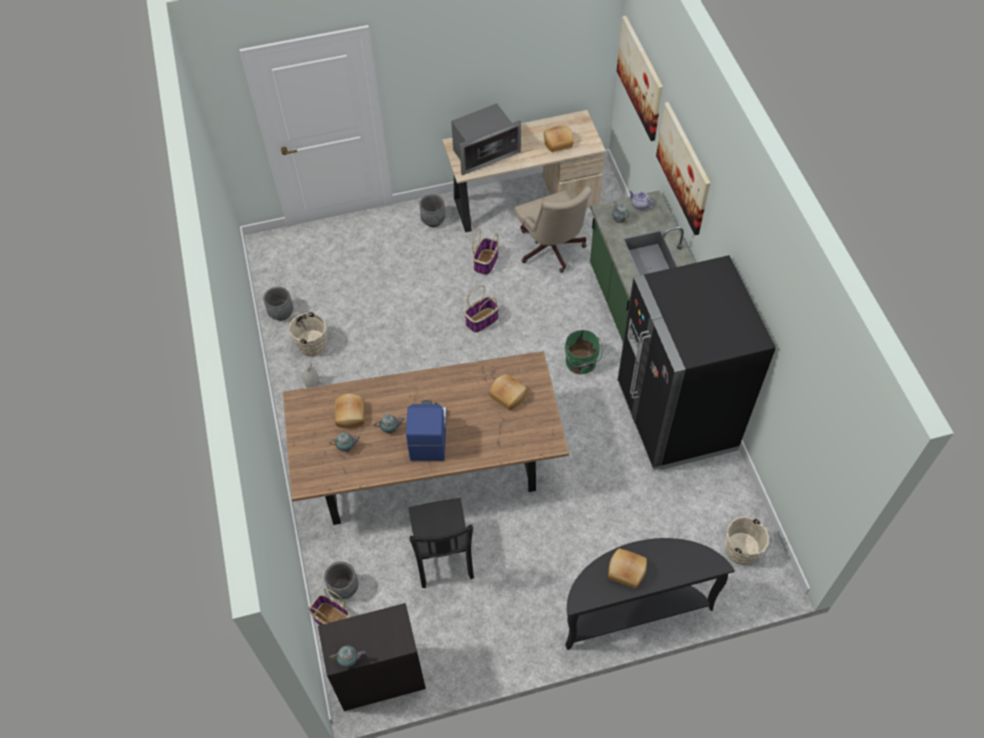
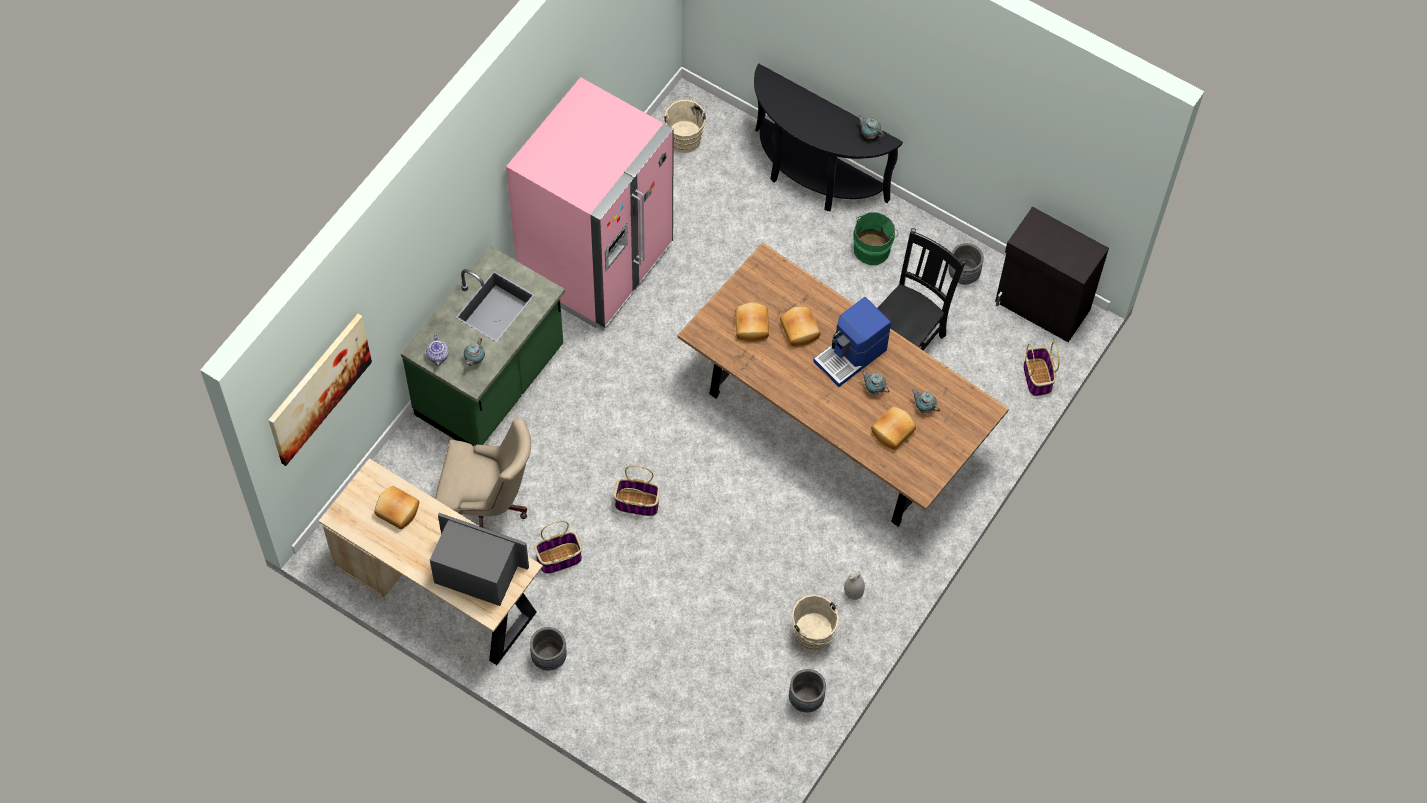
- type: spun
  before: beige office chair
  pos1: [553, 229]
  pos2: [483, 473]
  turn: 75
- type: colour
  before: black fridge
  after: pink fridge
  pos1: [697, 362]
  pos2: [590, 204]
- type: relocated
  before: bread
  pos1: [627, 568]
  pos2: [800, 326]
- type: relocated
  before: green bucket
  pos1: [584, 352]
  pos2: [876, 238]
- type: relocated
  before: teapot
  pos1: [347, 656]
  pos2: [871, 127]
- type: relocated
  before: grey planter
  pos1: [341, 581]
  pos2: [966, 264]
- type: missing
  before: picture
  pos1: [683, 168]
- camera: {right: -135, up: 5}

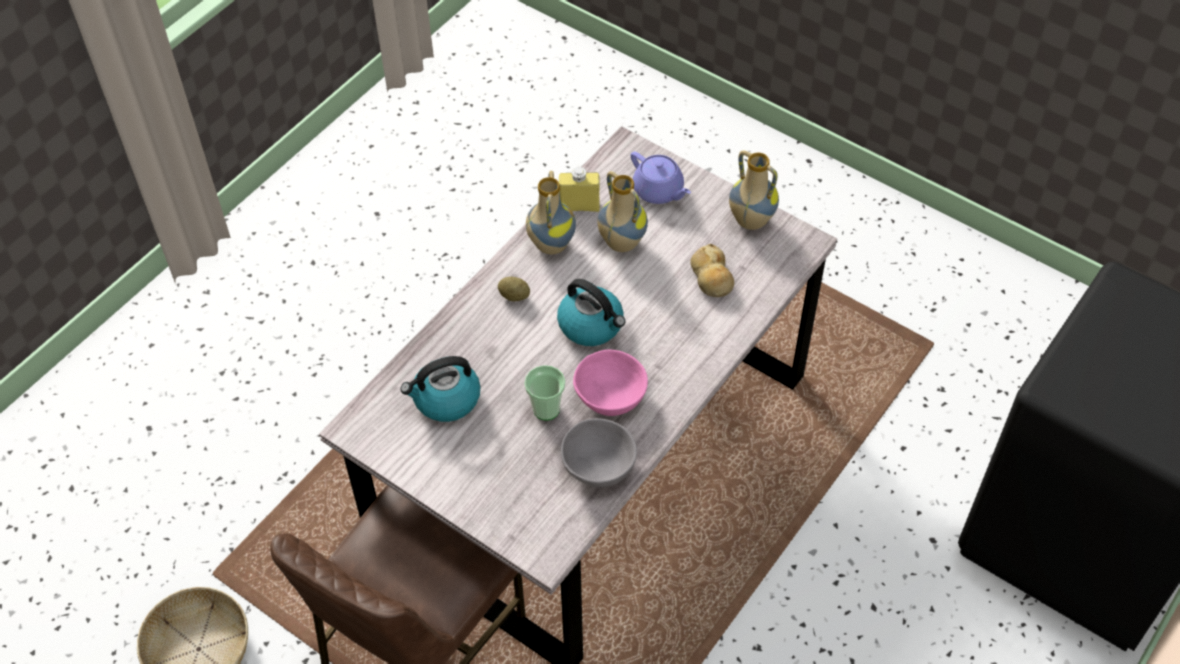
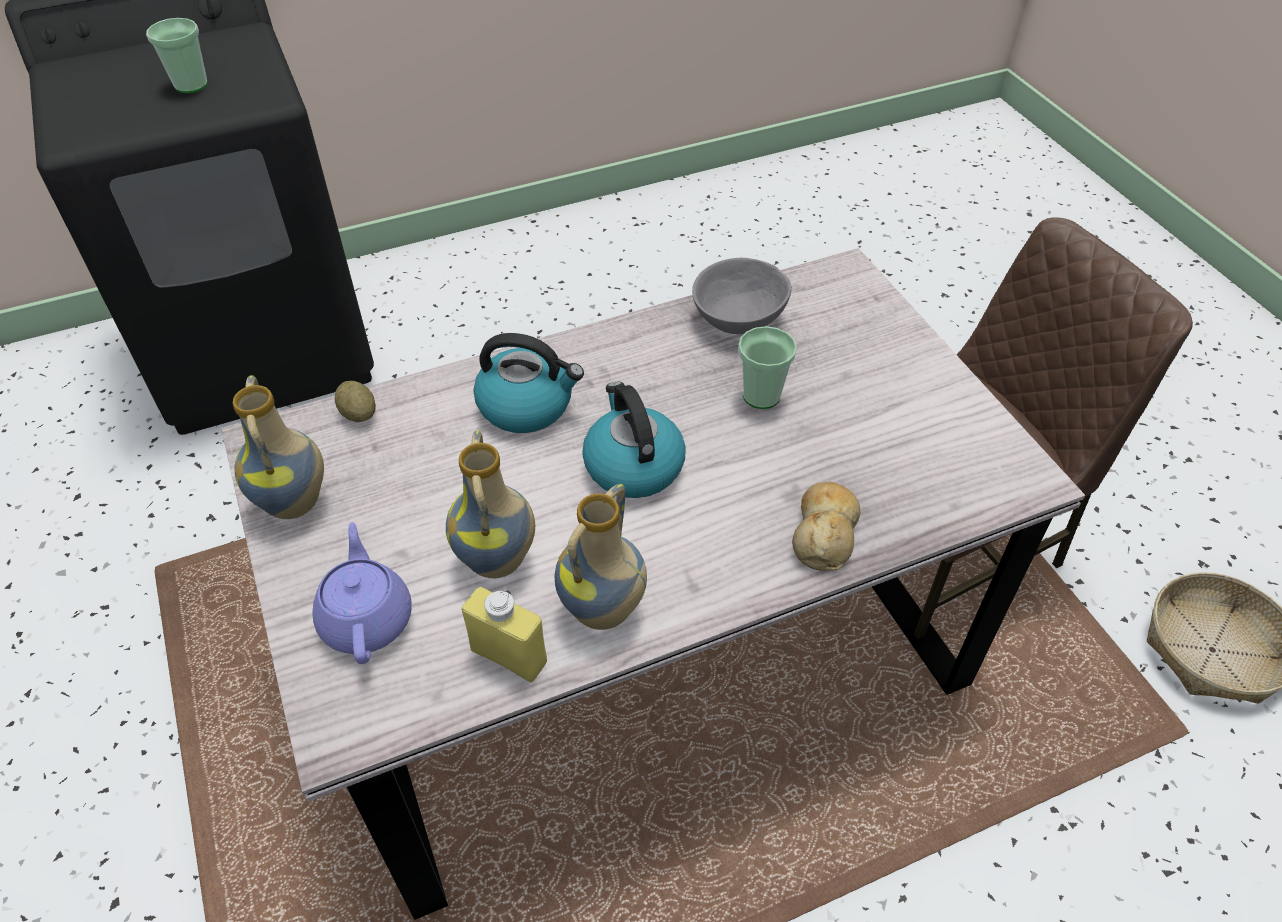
- type: appeared
  after: cup
  pos2: [177, 55]
- type: relocated
  before: potato
  pos1: [514, 289]
  pos2: [355, 401]
- type: relocated
  before: kettle
  pos1: [440, 389]
  pos2: [528, 383]
- type: relocated
  before: bread
  pos1: [712, 270]
  pos2: [826, 526]
- type: missing
  before: pink bowl
  pos1: [610, 383]
- camera: {right: -150, up: -5}

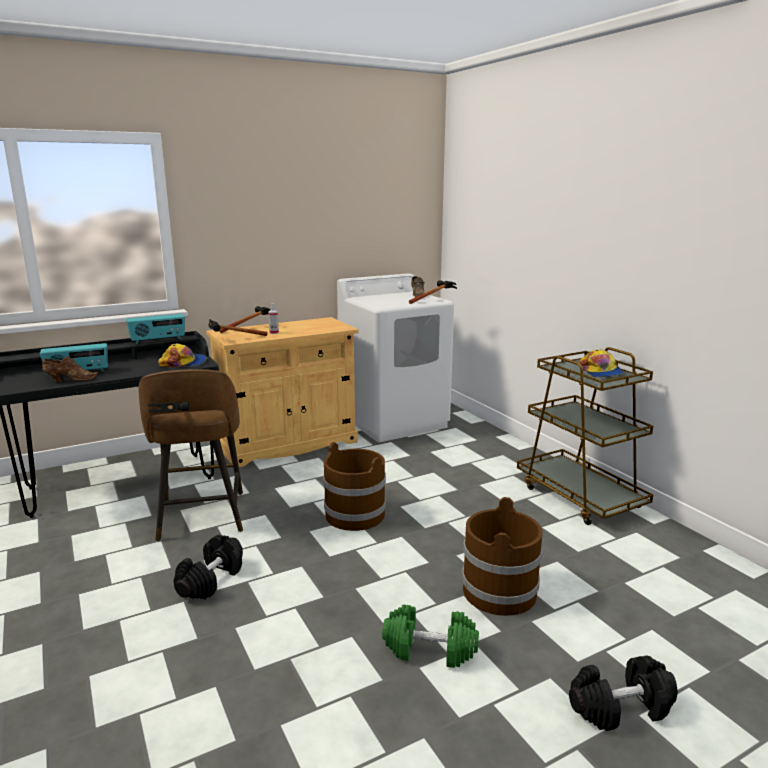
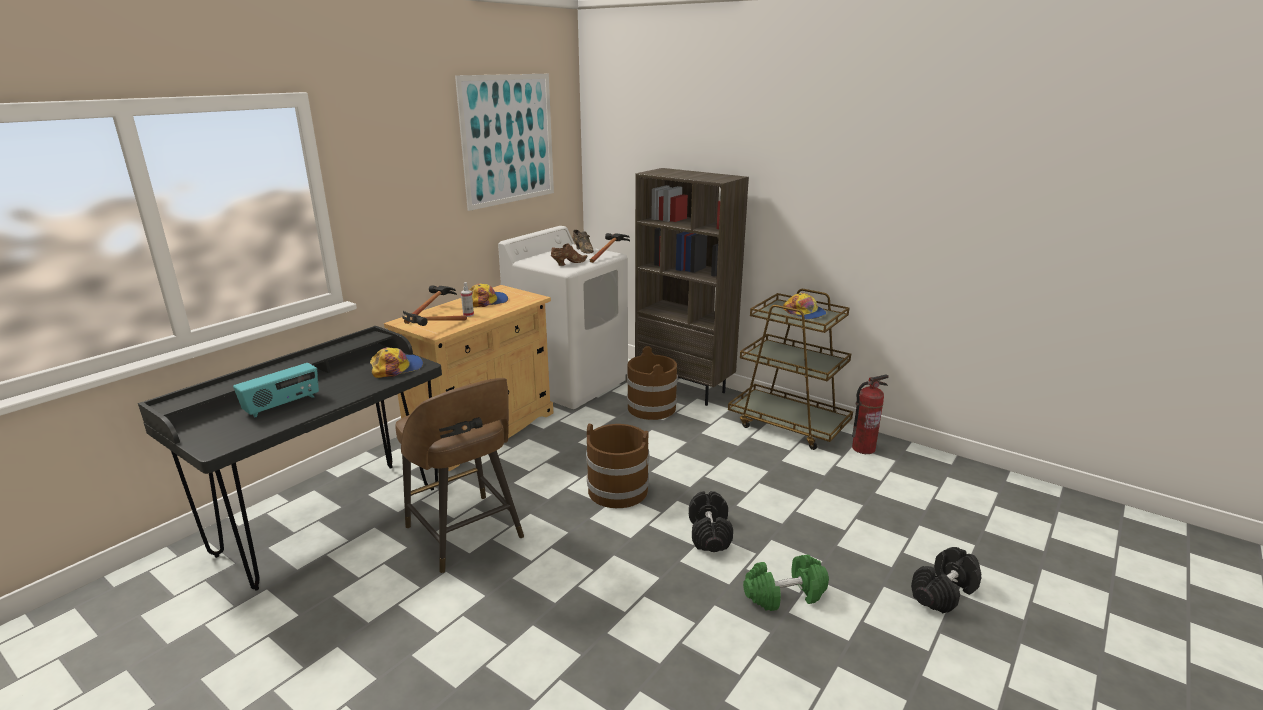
- type: appeared
  after: picture
  pos2: [504, 142]
- type: appeared
  after: cap
  pos2: [489, 295]
- type: relocated
  before: brown shoe
  pos1: [70, 369]
  pos2: [569, 254]
- type: relocated
  before: brown bucket
  pos1: [502, 556]
  pos2: [652, 383]
- type: appeared
  after: brown bookcase
  pos2: [692, 287]
- type: relocated
  before: black dumbbell
  pos1: [208, 566]
  pos2: [711, 521]
- type: appeared
  after: fire extinguisher
  pos2: [870, 414]
- type: missing
  before: radio
  pos1: [155, 329]
- camera: {right: -25, up: 5}

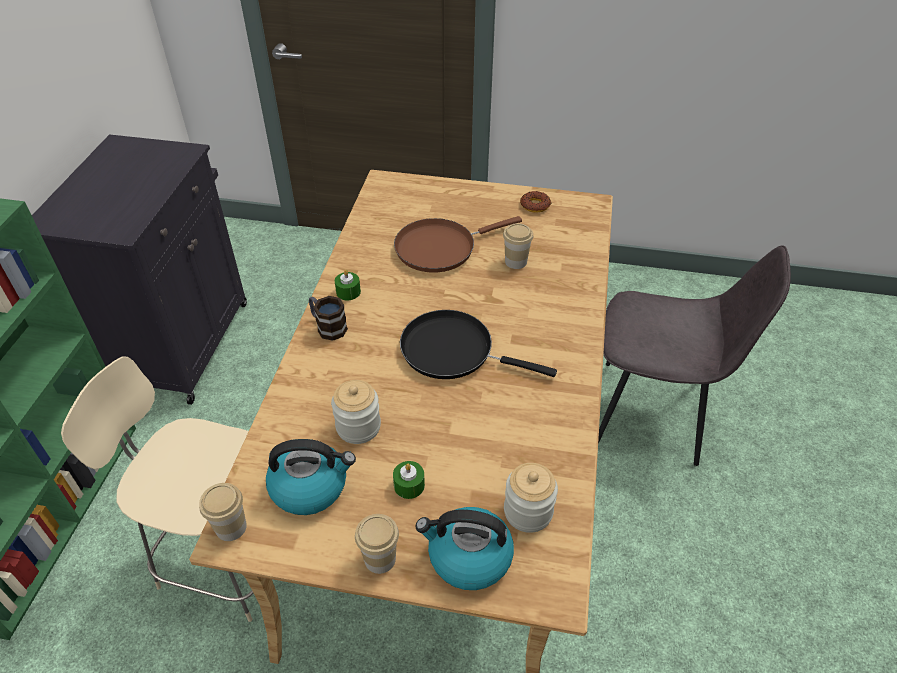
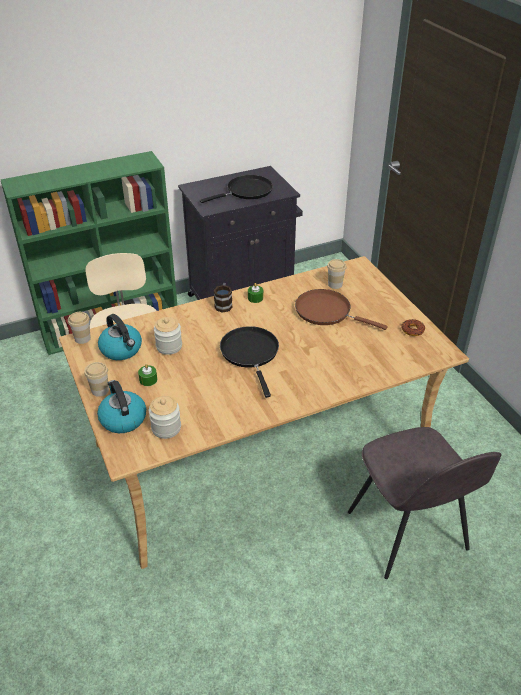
- type: appeared
  after: black frying pan
  pos2: [236, 189]
- type: relocated
  before: cup
  pos1: [518, 246]
  pos2: [337, 274]
- camera: {right: 55, up: -5}

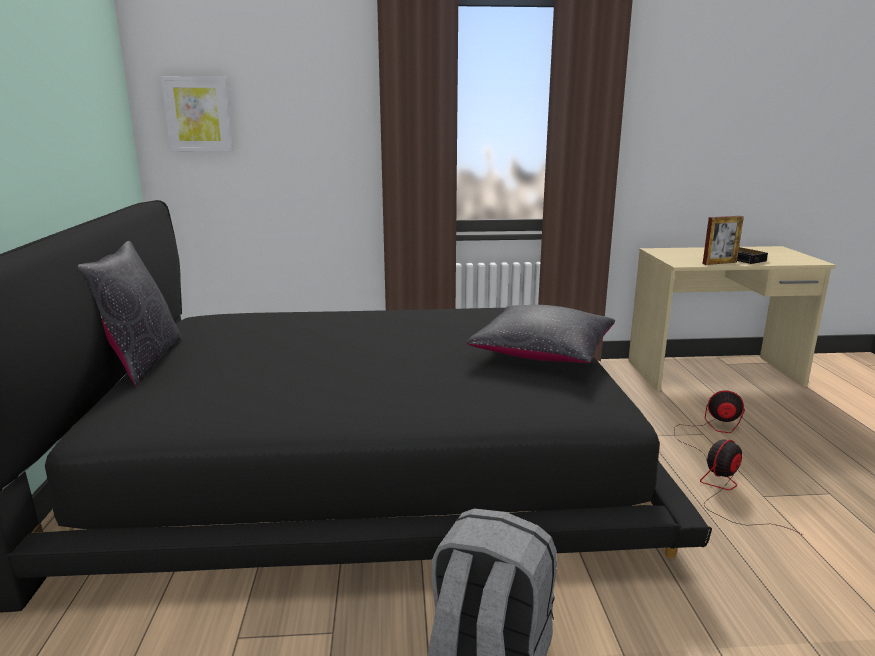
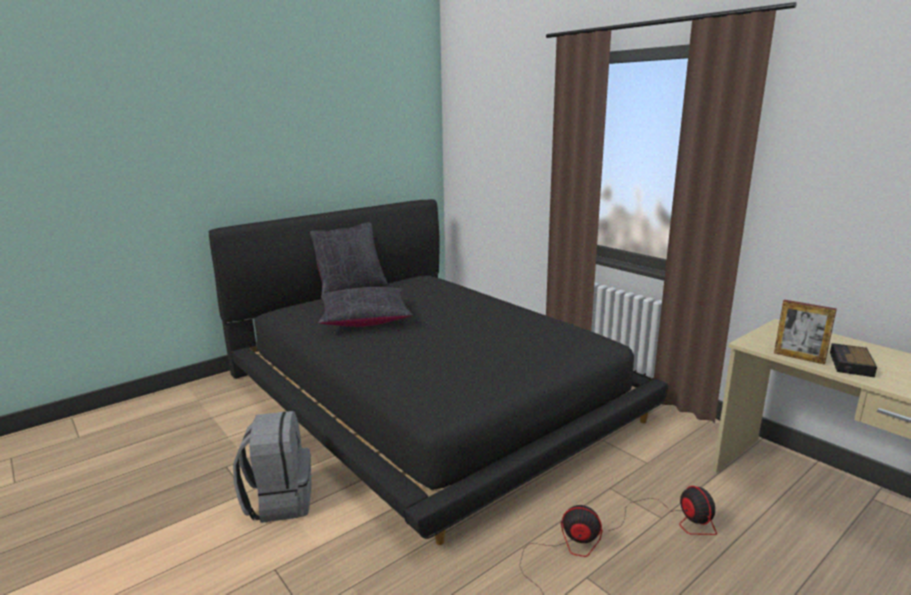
- type: relocated
  before: black pillow
  pos1: [540, 334]
  pos2: [365, 307]
- type: missing
  before: picture
  pos1: [197, 114]
- camera: {right: 55, up: 0}

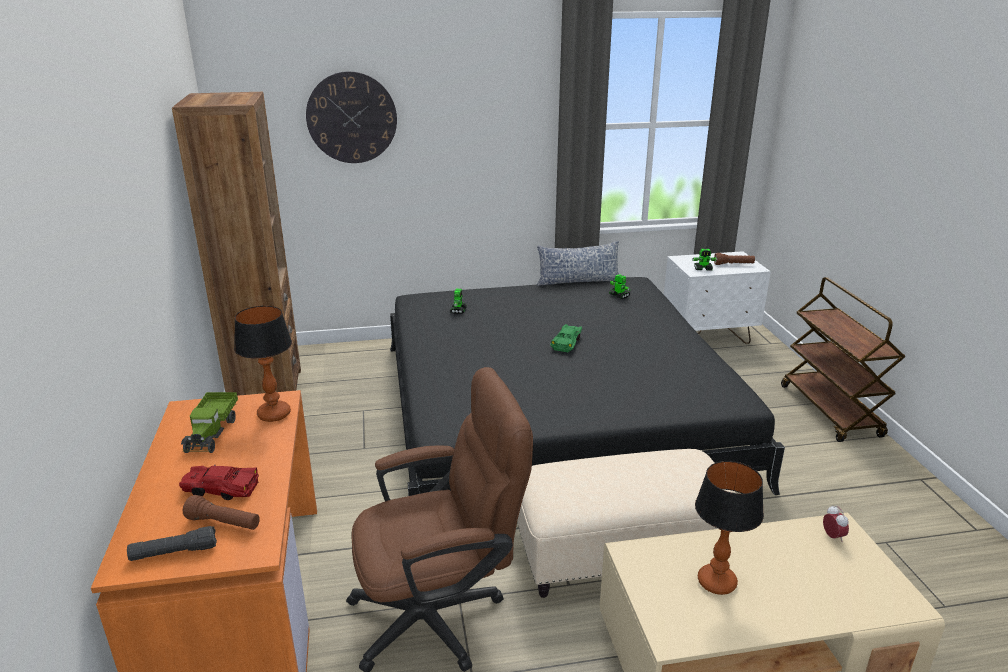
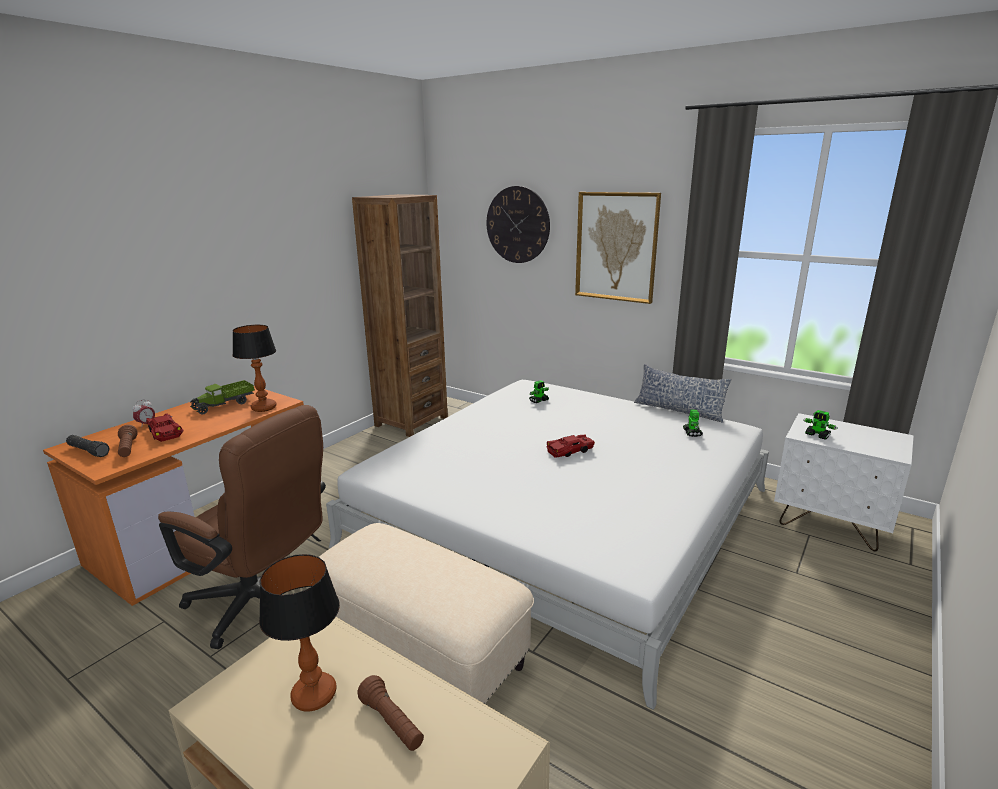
- type: relocated
  before: alarm clock
  pos1: [836, 523]
  pos2: [143, 412]
- type: colour
  before: black bed
  after: white bed
  pos1: [587, 386]
  pos2: [547, 545]
- type: relocated
  before: brown flashlight
  pos1: [734, 259]
  pos2: [390, 713]
- type: colour
  before: green toy car
  after: red toy car
  pos1: [566, 338]
  pos2: [570, 446]
- type: appeared
  after: picture
  pos2: [618, 248]
- type: missing
  before: brown cart
  pos1: [843, 359]
- camera: {right: 45, up: -5}

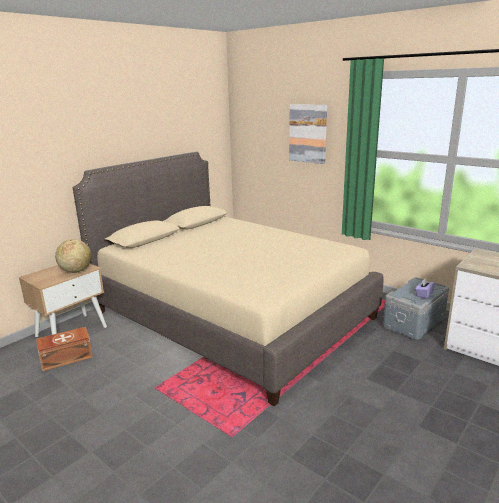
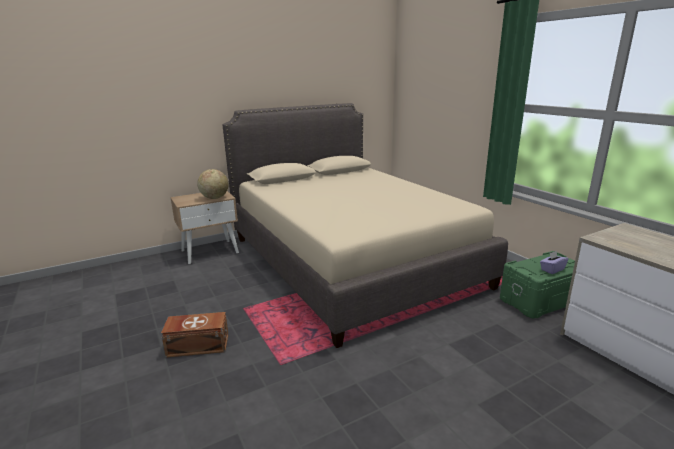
- type: relocated
  before: brown storage box
  pos1: [64, 349]
  pos2: [194, 335]
- type: colour
  before: grey storage box
  after: green storage box
  pos1: [416, 308]
  pos2: [537, 284]
- type: missing
  before: picture
  pos1: [308, 134]
- camera: {right: 20, up: 0}

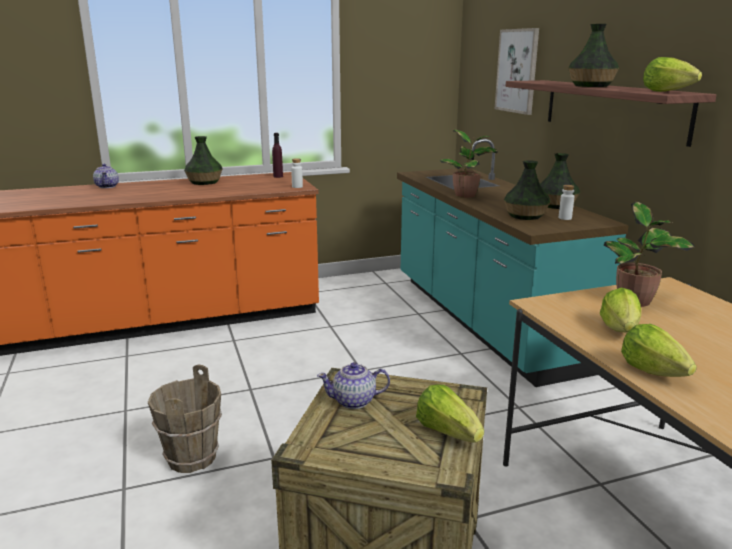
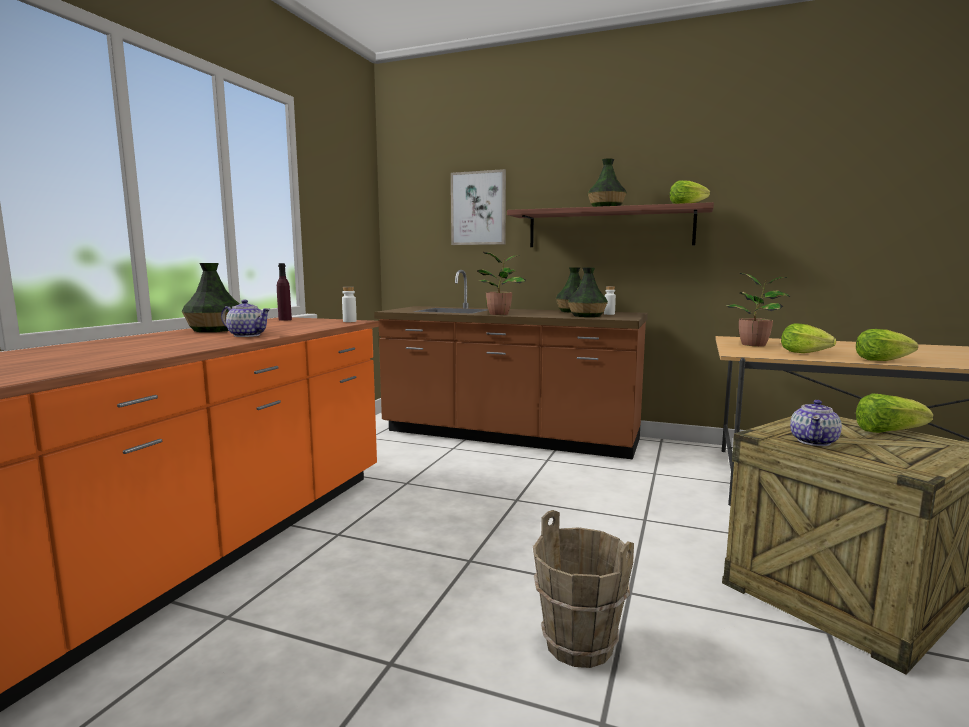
- type: relocated
  before: teapot
  pos1: [106, 176]
  pos2: [246, 318]
- type: colour
  before: turquoise counter
  after: brown counter
  pos1: [513, 263]
  pos2: [511, 364]
- camera: {right: -50, up: -10}

